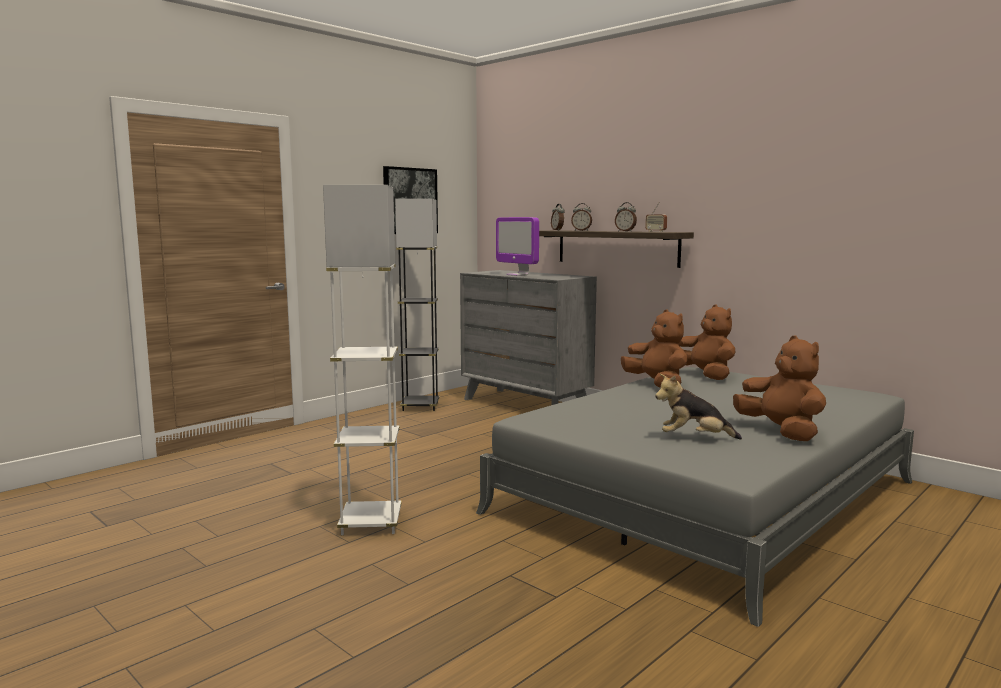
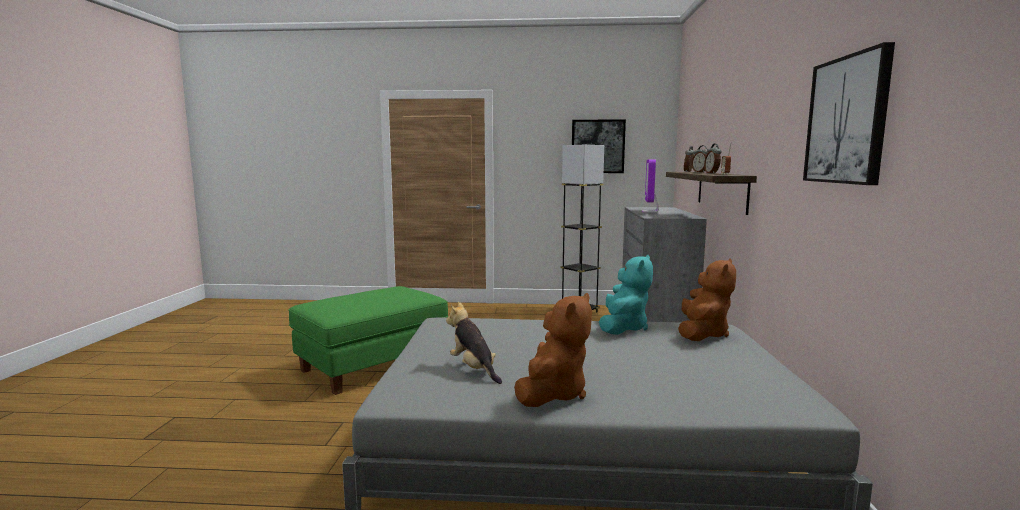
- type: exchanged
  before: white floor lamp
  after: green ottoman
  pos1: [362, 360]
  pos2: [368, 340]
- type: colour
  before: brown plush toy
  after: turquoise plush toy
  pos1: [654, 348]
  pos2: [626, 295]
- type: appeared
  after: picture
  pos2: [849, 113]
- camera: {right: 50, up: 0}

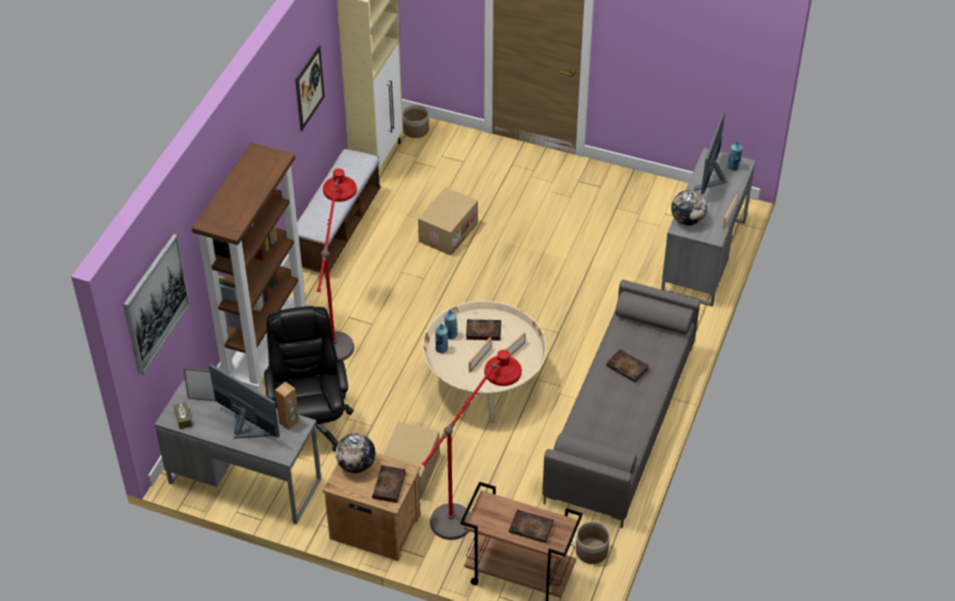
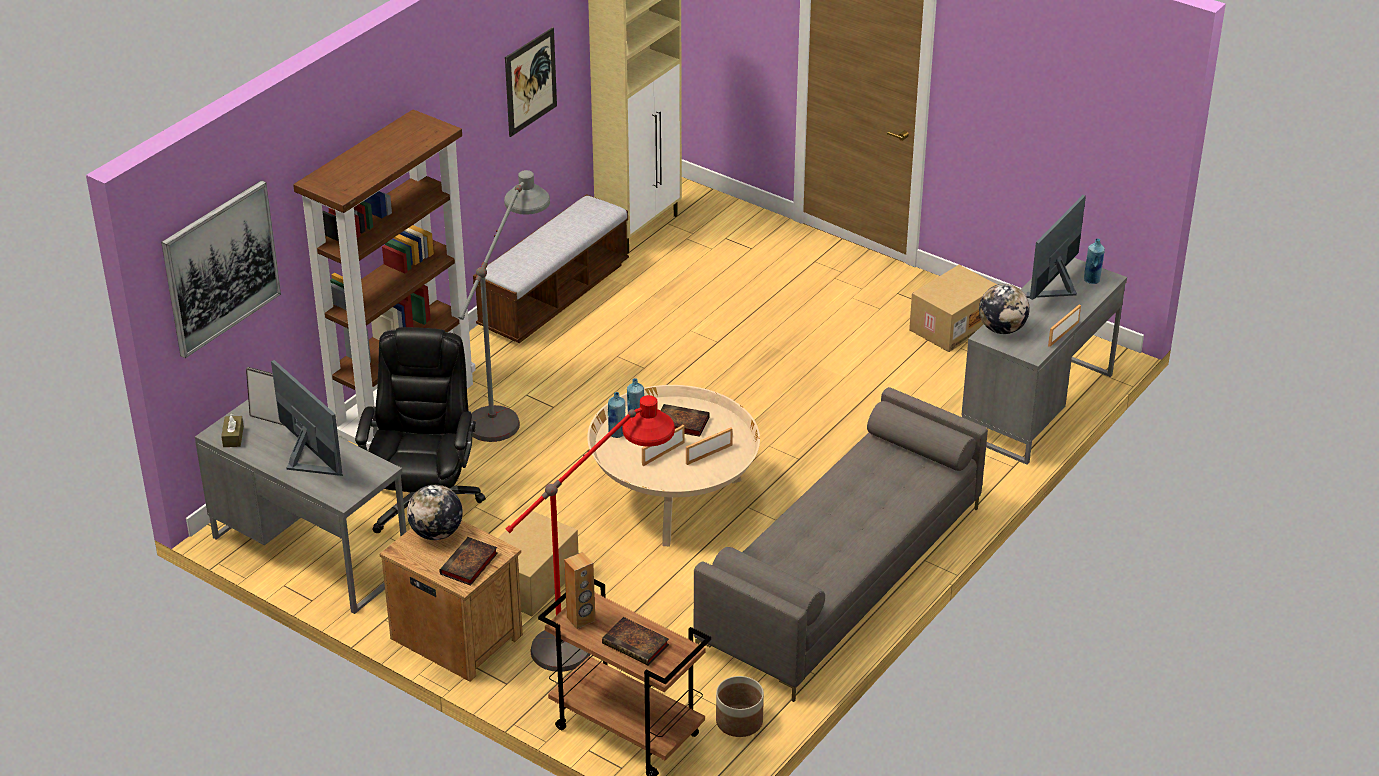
- type: colour
  before: red floor lamp
  after: grey floor lamp
  pos1: [337, 265]
  pos2: [504, 306]
- type: relocated
  before: brown speaker
  pos1: [287, 406]
  pos2: [579, 590]
- type: relocated
  before: cardboard box
  pos1: [448, 221]
  pos2: [953, 308]
- type: missing
  before: planter
  pos1: [415, 121]
- type: missing
  before: book
  pos1: [627, 366]
- camera: {right: 15, up: -10}

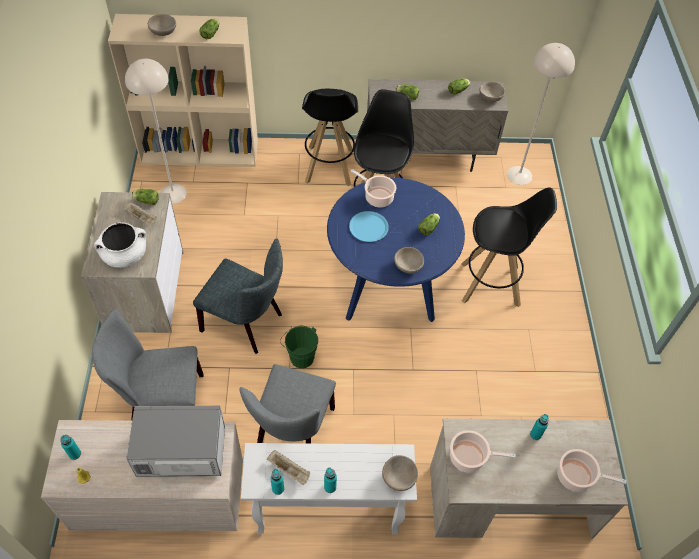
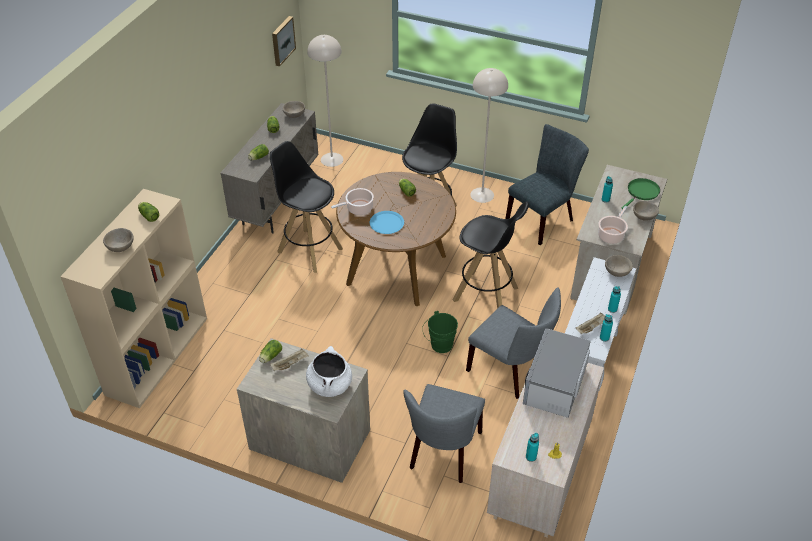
- type: appeared
  after: picture
  pos2: [284, 41]
- type: colour
  before: blue dining table
  after: brown dining table
  pos1: [396, 250]
  pos2: [396, 239]
- type: relocated
  before: black stool
  pos1: [330, 137]
  pos2: [491, 255]
- type: relocated
  before: beige floor lamp
  pos1: [156, 131]
  pos2: [489, 135]
- type: relocated
  before: grey chair
  pos1: [238, 296]
  pos2: [547, 184]
- type: exchanged
  before: cooking pot
  after: green frying pan
  pos1: [591, 470]
  pos2: [641, 193]
- type: relocated
  before: beige bowl
  pos1: [409, 260]
  pos2: [646, 211]
- camera: {right: -65, up: -10}

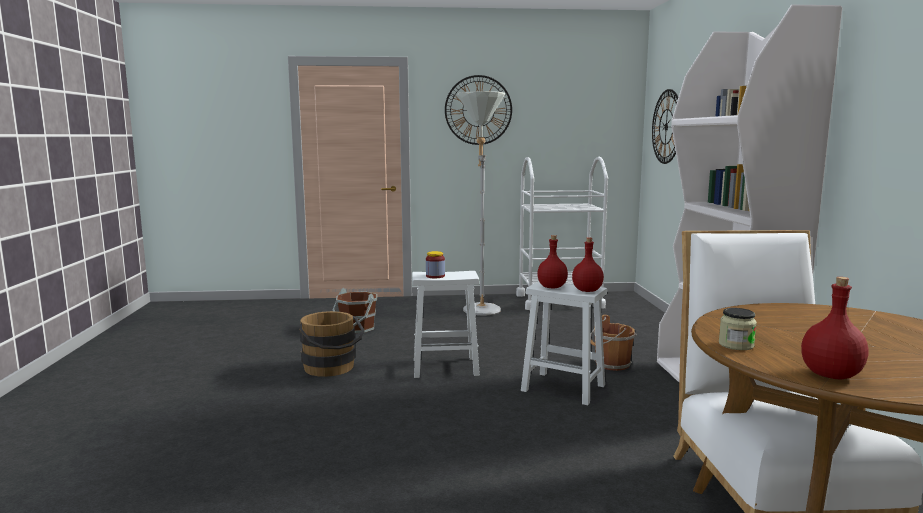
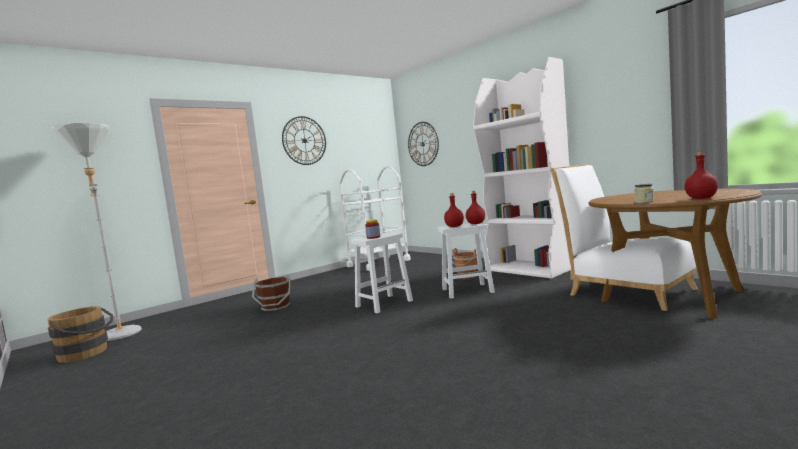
- type: relocated
  before: brown bucket
  pos1: [331, 344]
  pos2: [80, 334]
- type: relocated
  before: grey floor lamp
  pos1: [481, 203]
  pos2: [97, 232]
- camera: {right: -35, up: -5}

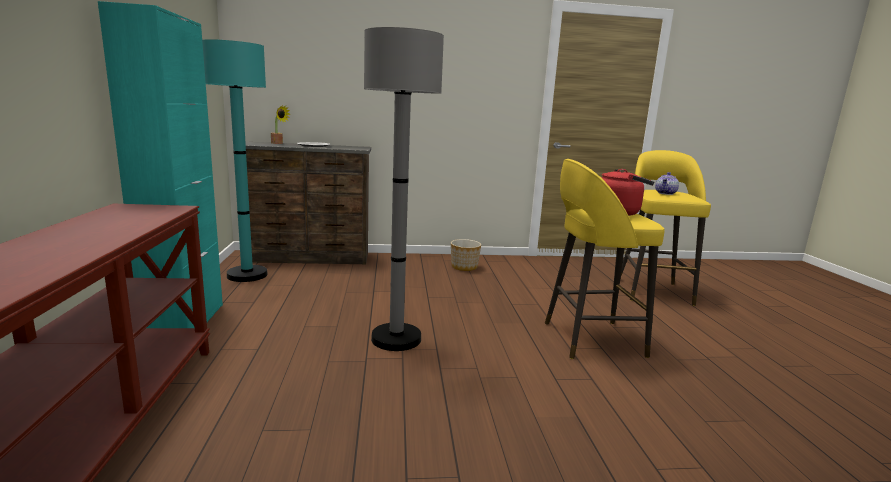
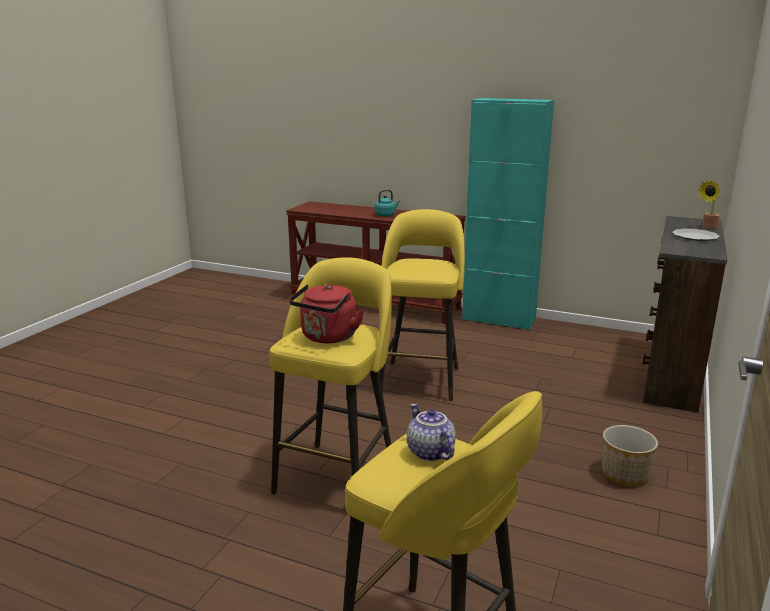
- type: appeared
  after: turquoise kettle
  pos2: [387, 203]
- type: exchanged
  before: grey floor lamp
  after: yellow stool
  pos1: [404, 189]
  pos2: [422, 305]
- type: missing
  before: turquoise floor lamp
  pos1: [235, 160]
- camera: {right: 120, up: 5}

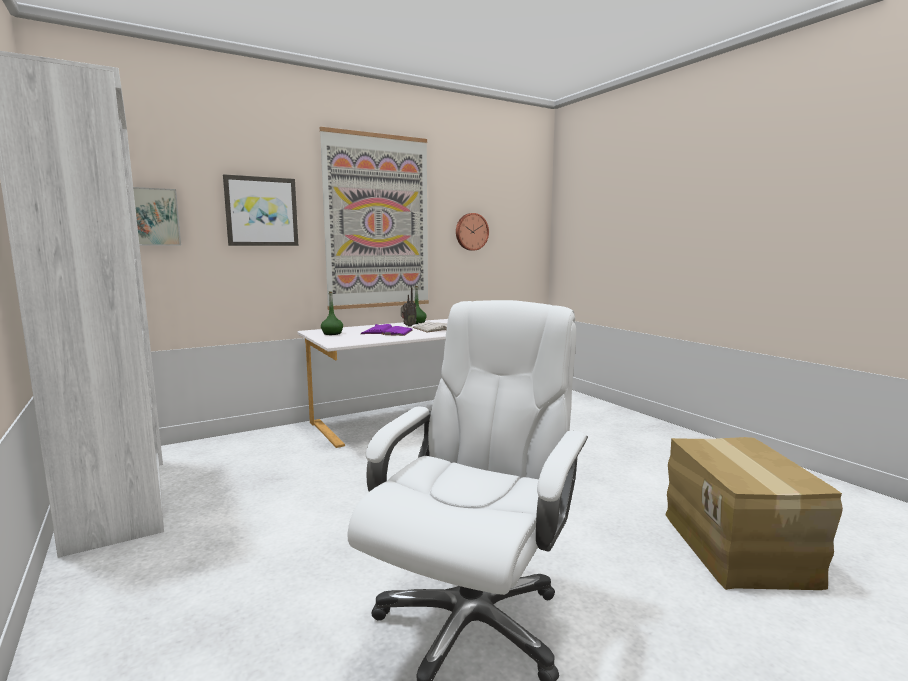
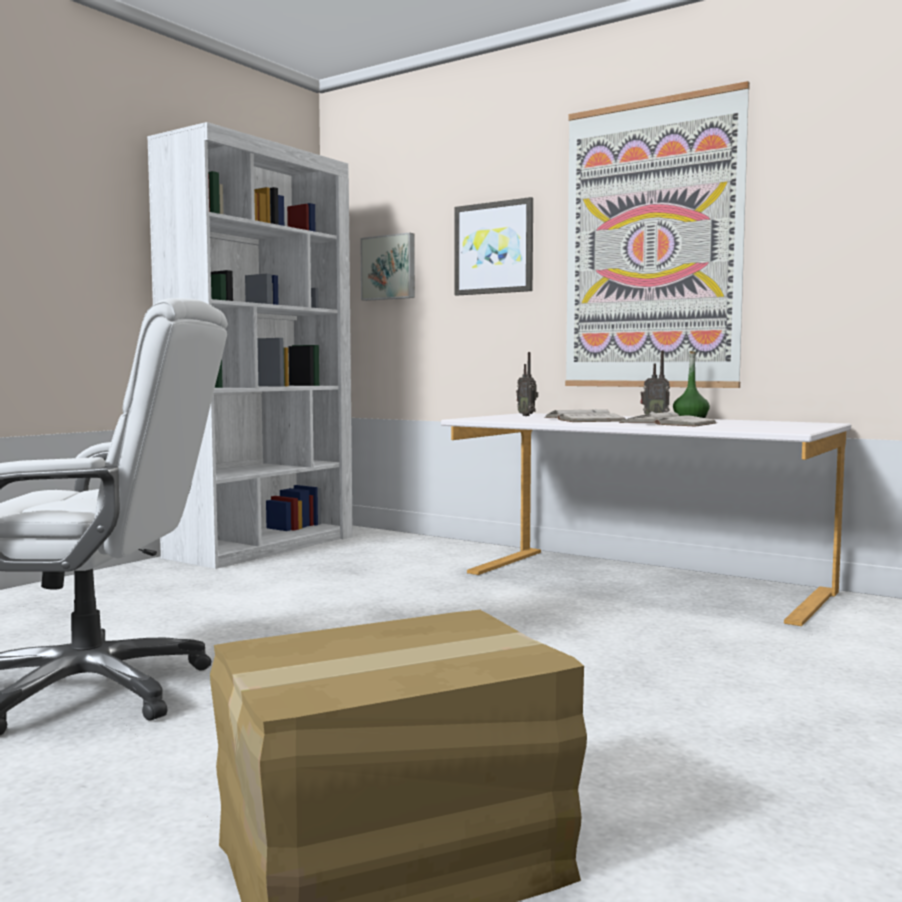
- type: exchanged
  before: green bottle
  after: radio
  pos1: [332, 313]
  pos2: [527, 384]
- type: colour
  before: purple book
  after: white book
  pos1: [387, 330]
  pos2: [585, 415]
- type: missing
  before: wall clock
  pos1: [472, 232]
- camera: {right: 65, up: -5}

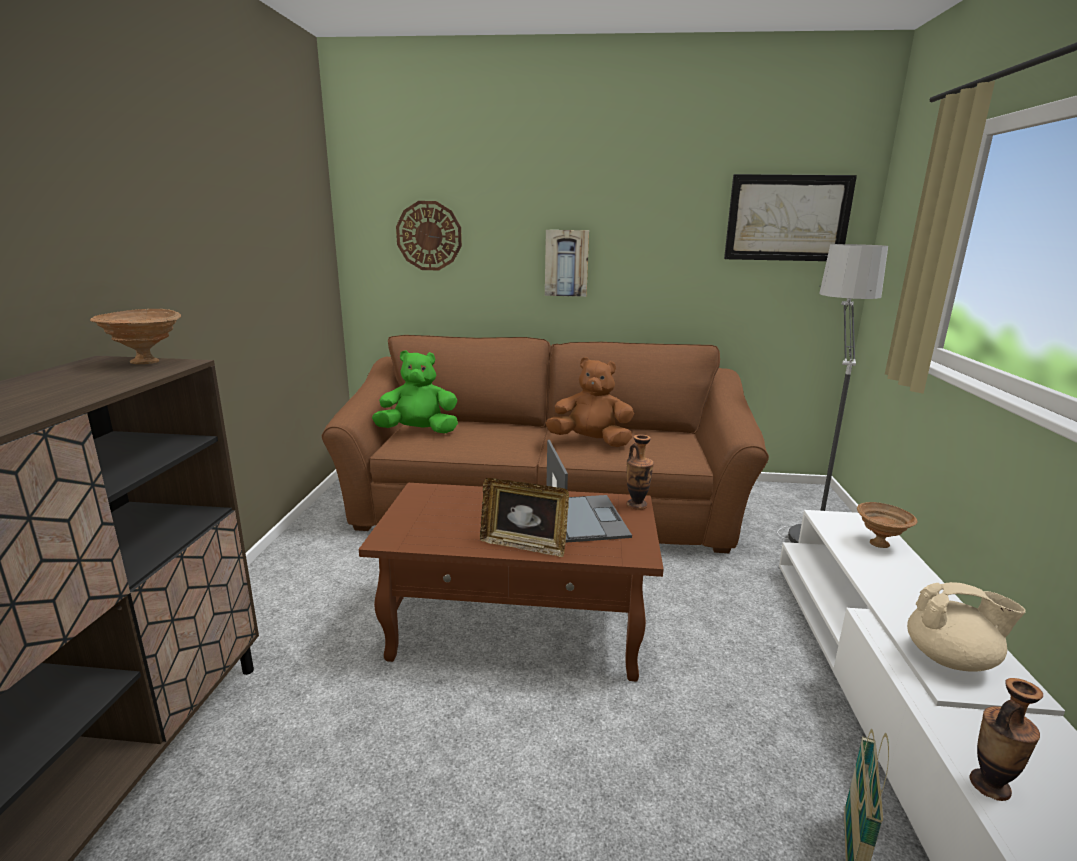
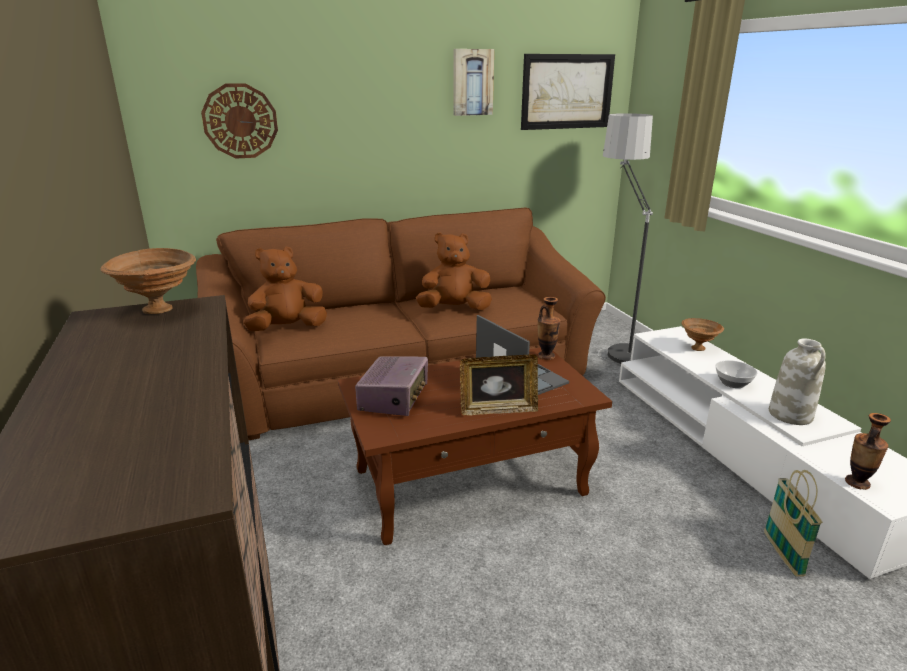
- type: colour
  before: green plush toy
  after: brown plush toy
  pos1: [415, 391]
  pos2: [285, 288]
- type: appeared
  after: radio
  pos2: [391, 386]
- type: relocated
  before: picture
  pos1: [567, 263]
  pos2: [474, 82]
- type: appeared
  after: bowl
  pos2: [736, 374]
- type: exchanged
  before: beige teapot
  after: white vase
  pos1: [966, 627]
  pos2: [797, 381]
- camera: {right: -25, up: 5}

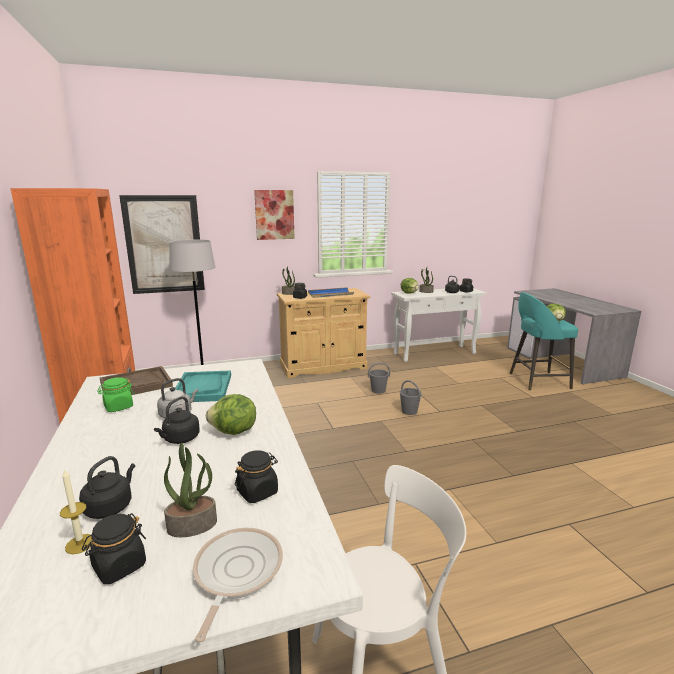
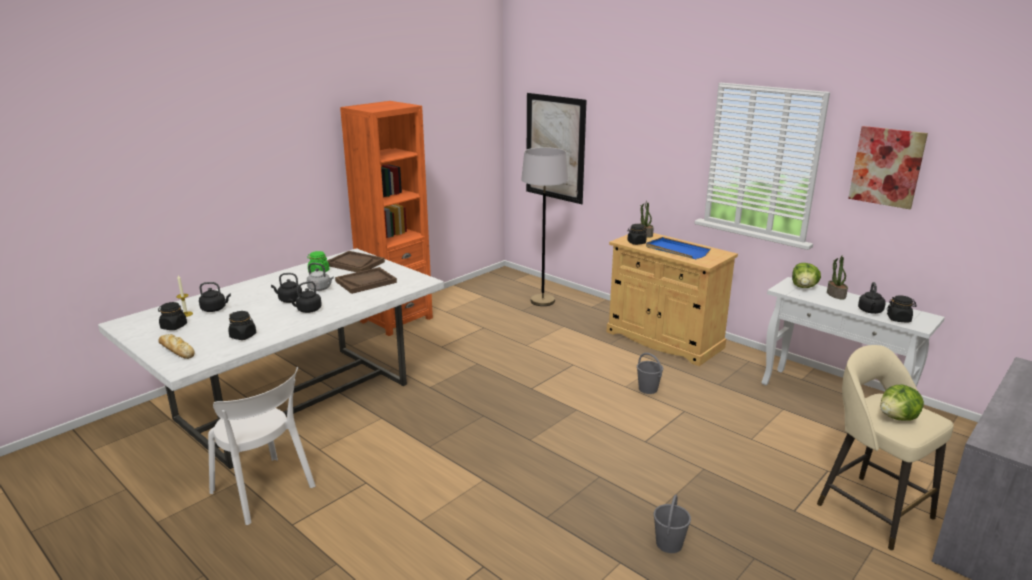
- type: exchanged
  before: frying pan
  after: bread
  pos1: [238, 584]
  pos2: [176, 346]
- type: exchanged
  before: lettuce
  after: black kettle
  pos1: [231, 414]
  pos2: [305, 297]
- type: colour
  before: turquoise tray
  after: brown tray
  pos1: [203, 386]
  pos2: [366, 280]
- type: relocated
  before: grey bucket
  pos1: [411, 397]
  pos2: [672, 523]
- type: colour
  before: turquoise stool
  after: beige stool
  pos1: [544, 341]
  pos2: [885, 447]
- type: relocated
  before: picture
  pos1: [274, 215]
  pos2: [888, 167]
- type: missing
  before: potted plant
  pos1: [190, 490]
- camera: {right: 60, up: 5}

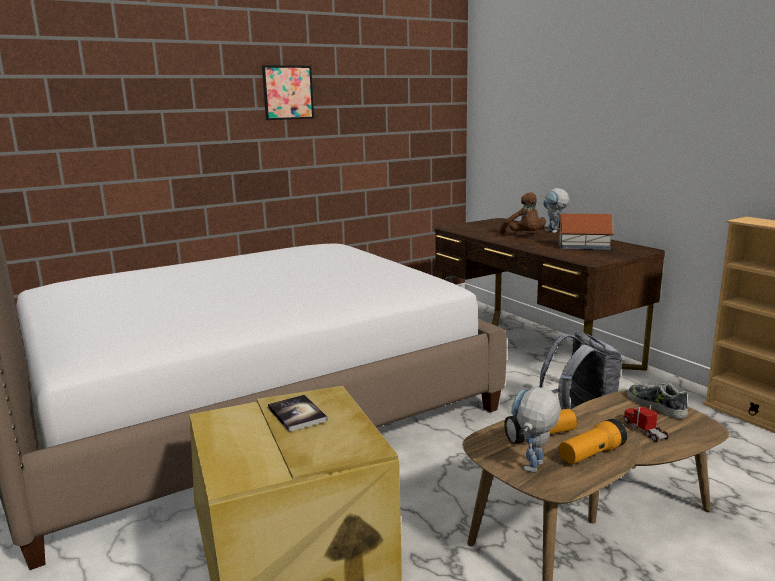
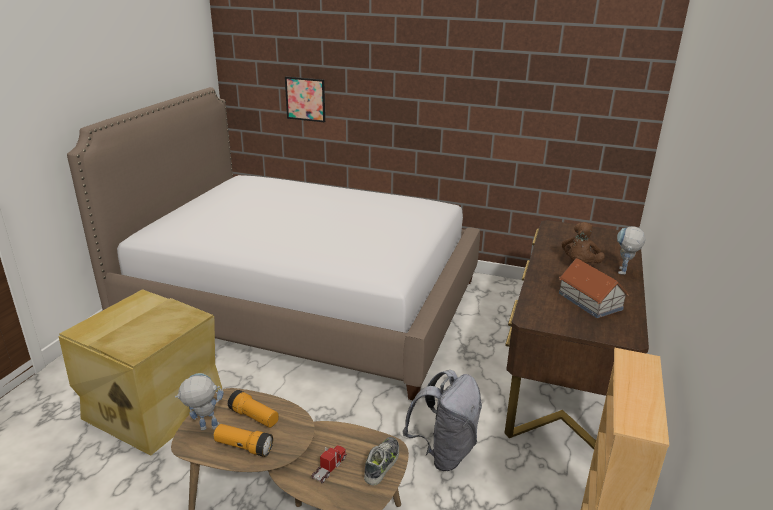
- type: relocated
  before: picture
  pos1: [288, 92]
  pos2: [305, 99]
- type: missing
  before: book
  pos1: [298, 413]
- camera: {right: 50, up: 10}

